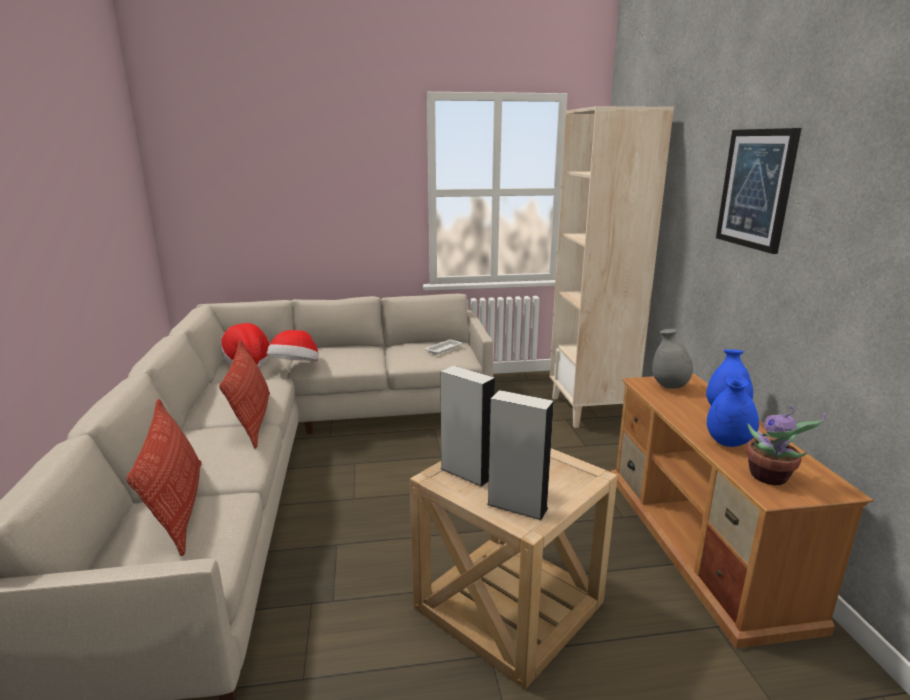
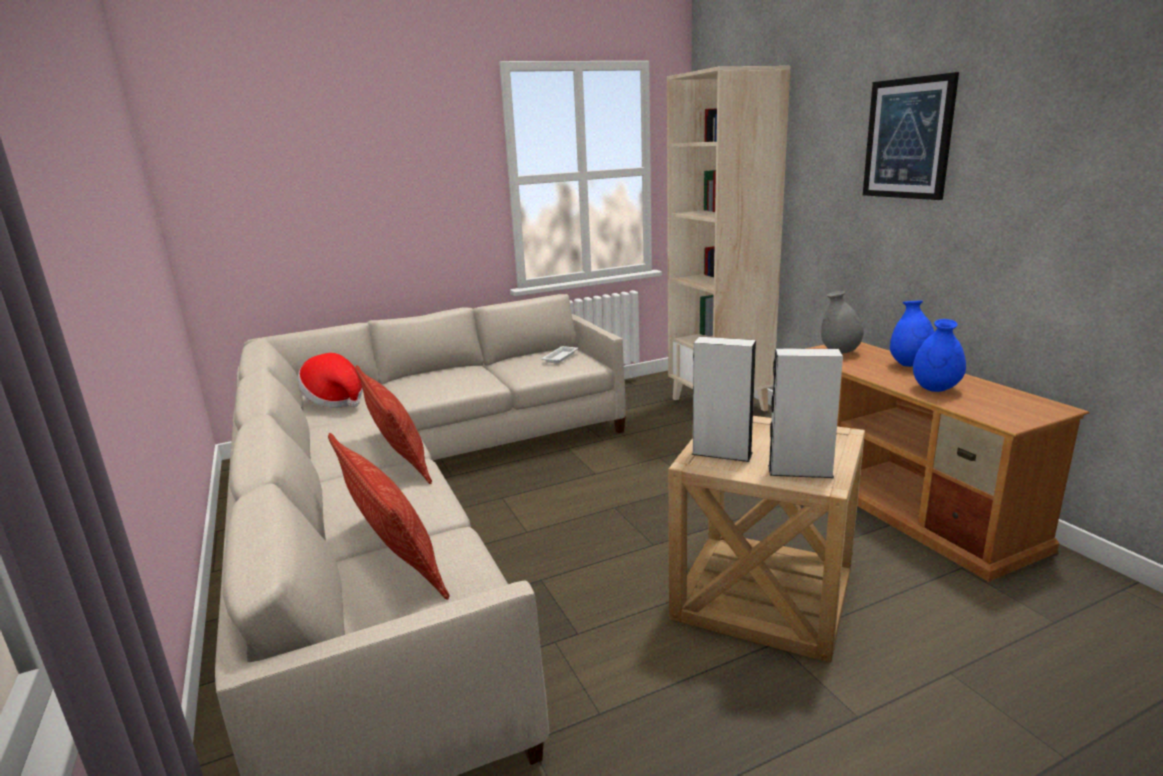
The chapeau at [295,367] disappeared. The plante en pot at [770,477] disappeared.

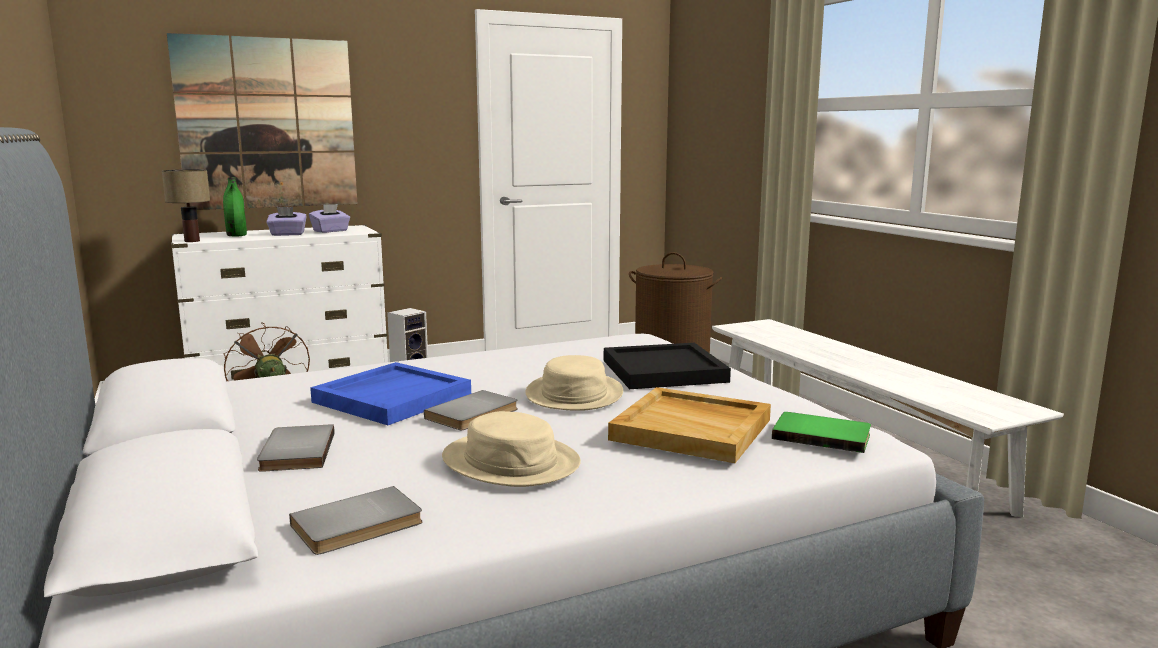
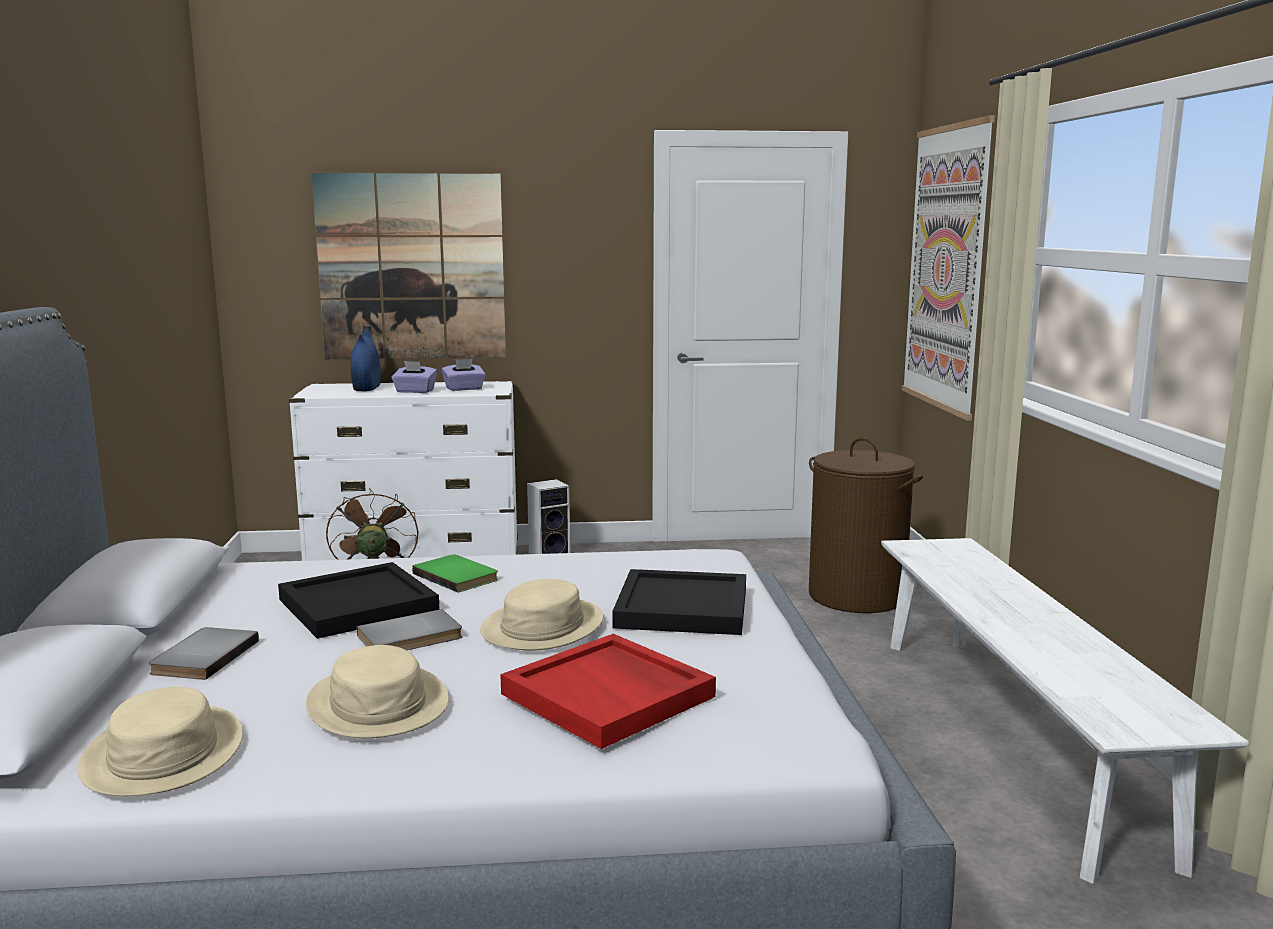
The lampe de table at [193,241] disappeared. The vase [vert] at [236,234] became the vase [bleu] at [367,388]. The livre [gris] at [359,526] was replaced by the chapeau [beige] at [163,753]. The plateau [bleu] at [392,398] became the plateau [noir] at [359,604]. The plateau [beige] at [693,429] became the plateau [rouge] at [610,695]. The livre [vert] moved from [822,435] to [458,576]. The tableau at [945,268] appeared.

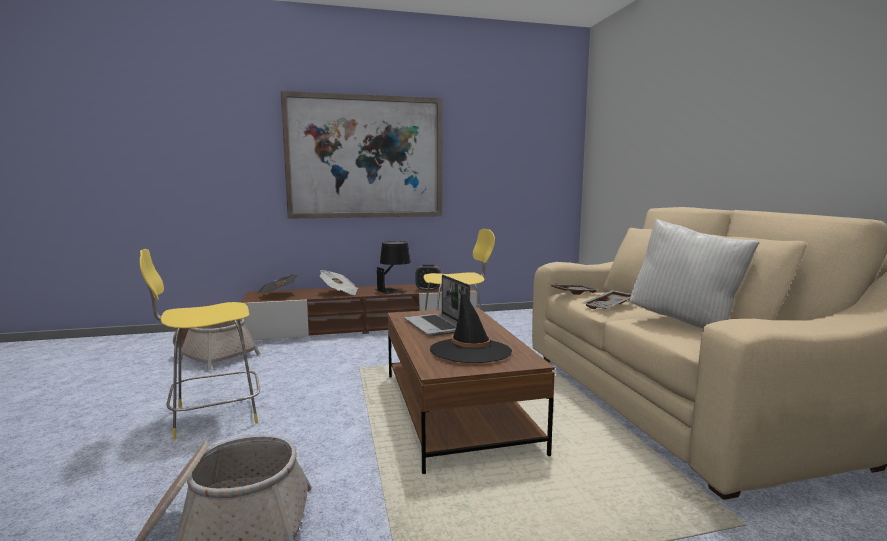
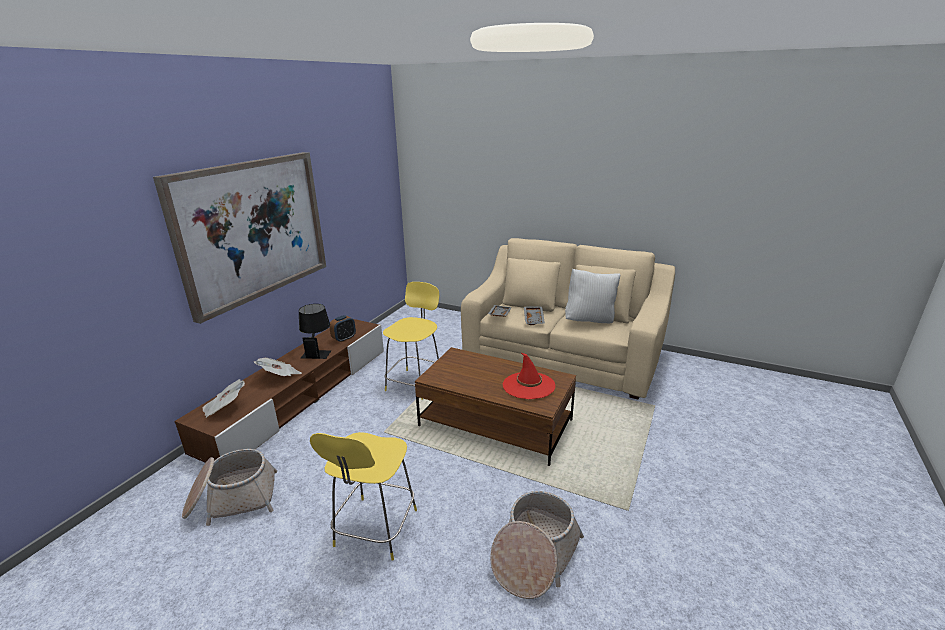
The ordinateur portable at [437,326] disappeared. The chapeau [noir] at [470,351] became the chapeau [rouge] at [528,385].

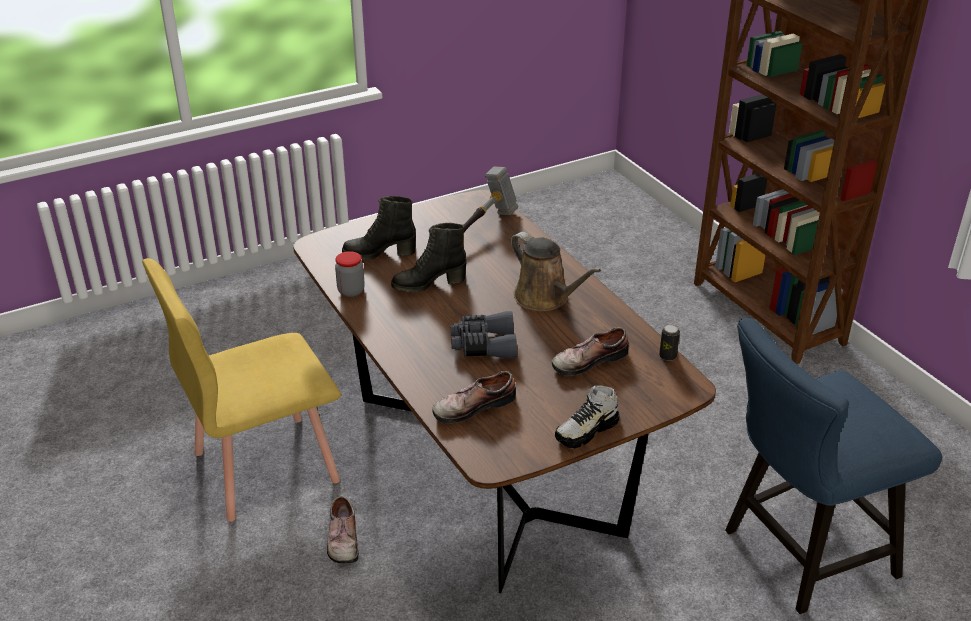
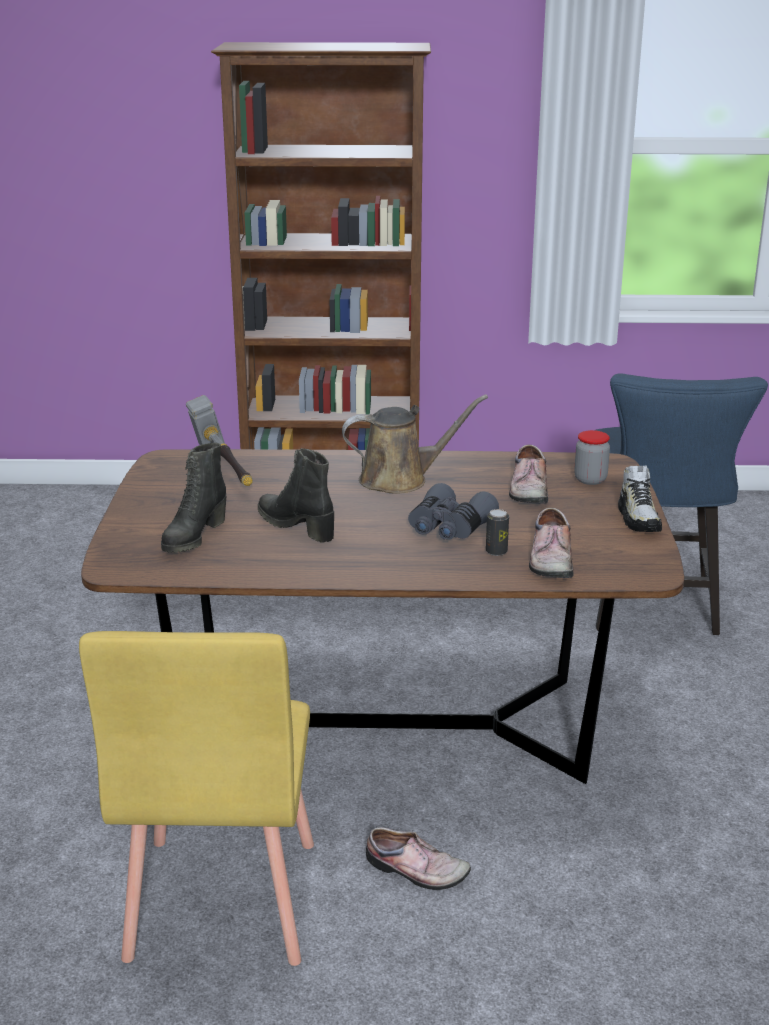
The bocal moved from [351,291] to [590,479]. The botte [noir] at [428,284] turned 120 degrees clockwise. The boîte métallique moved from [667,356] to [496,551].

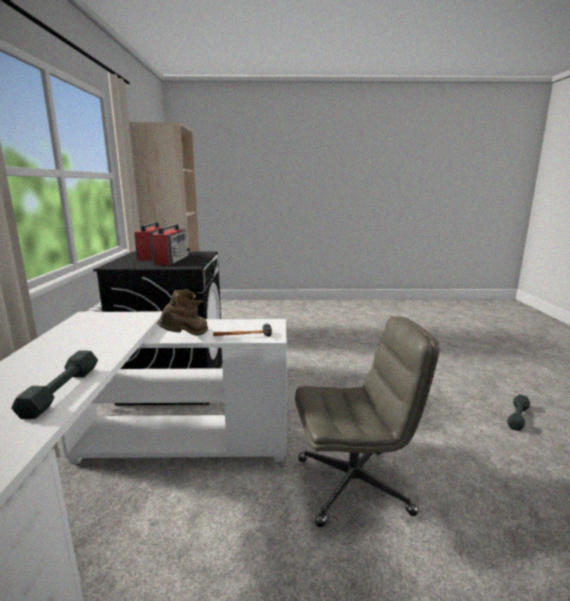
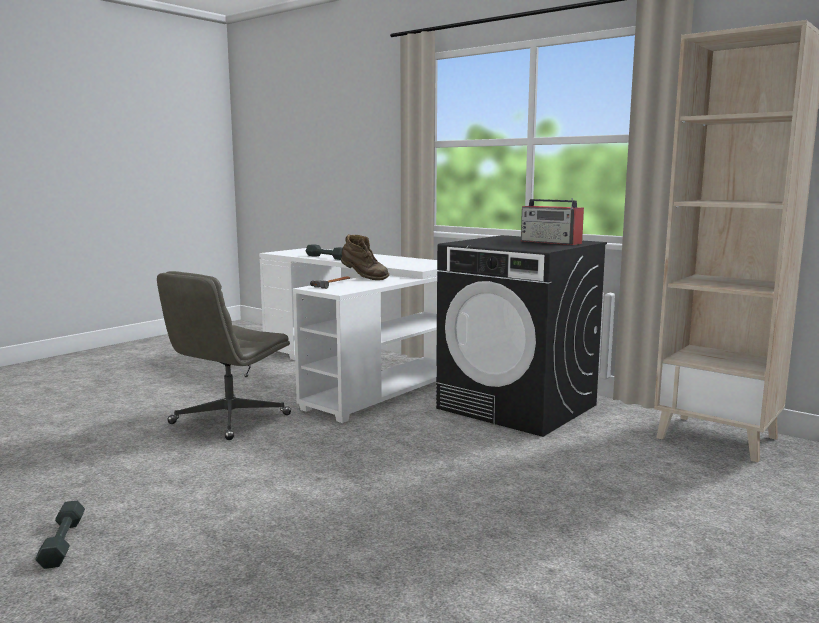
The radio at [172,260] disappeared. The botte [marron] at [186,338] turned 45 degrees counterclockwise.

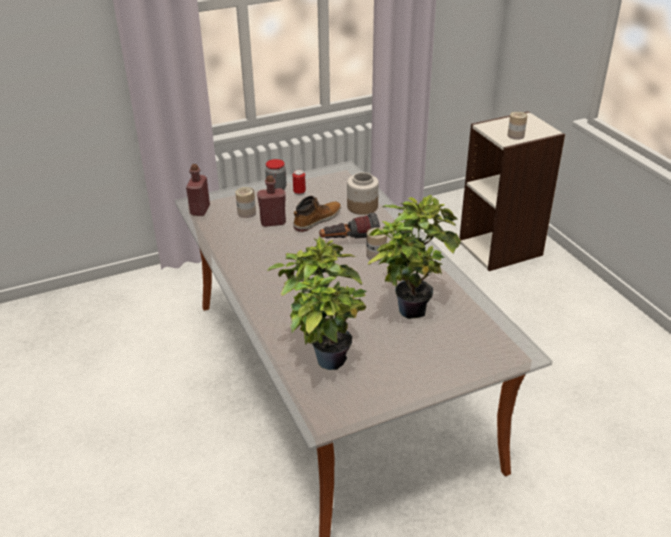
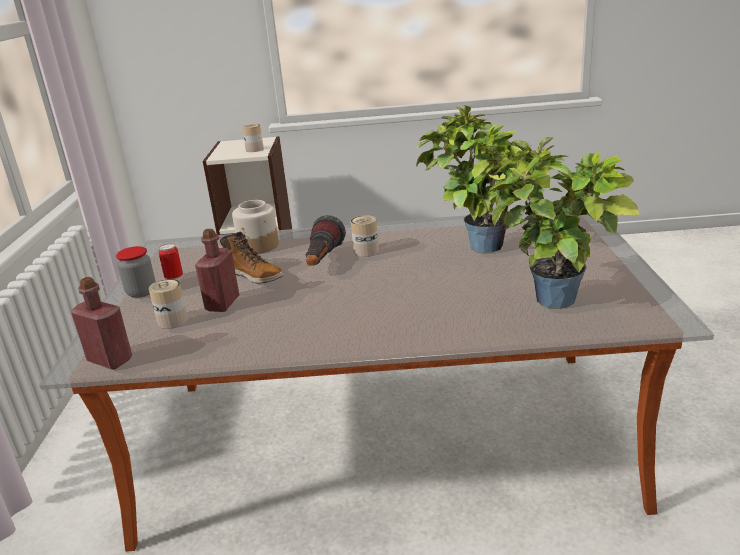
The botte at [317,220] turned 150 degrees clockwise.

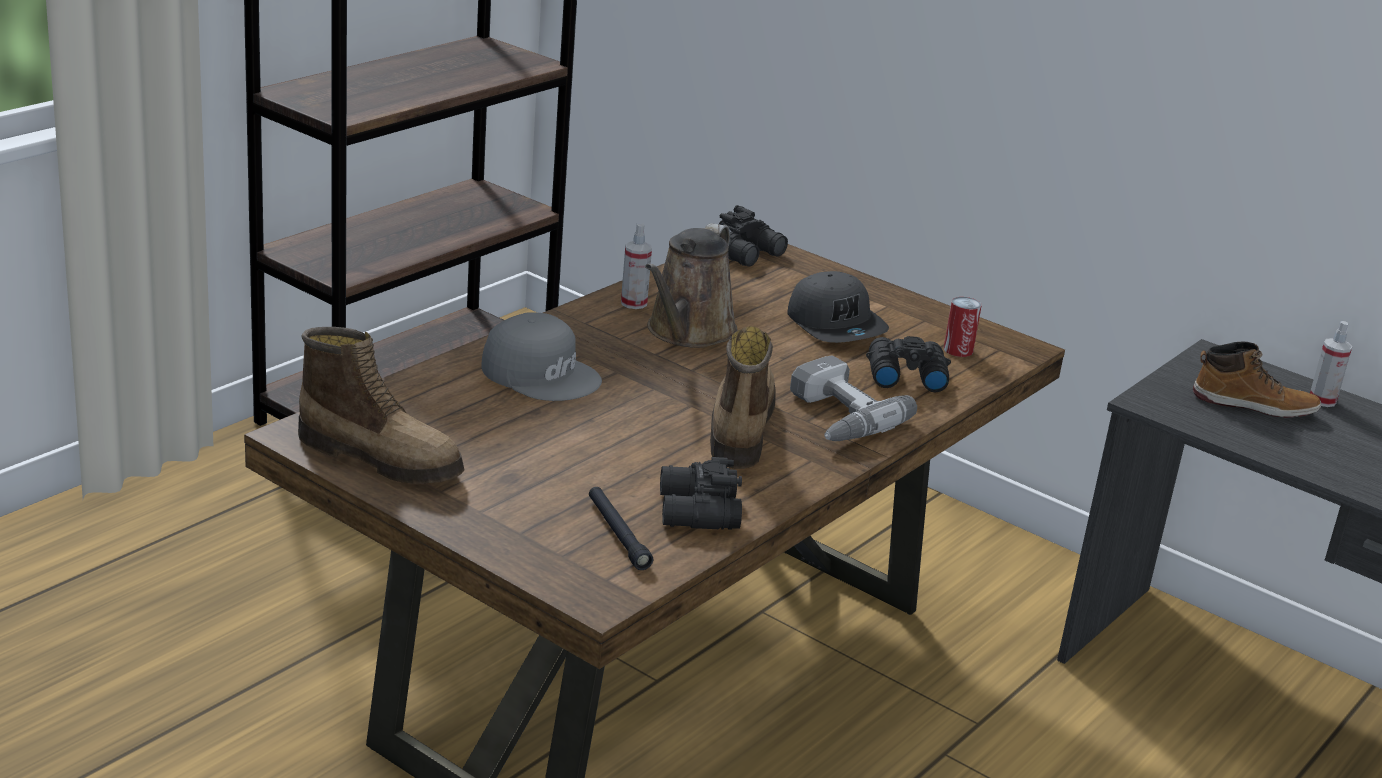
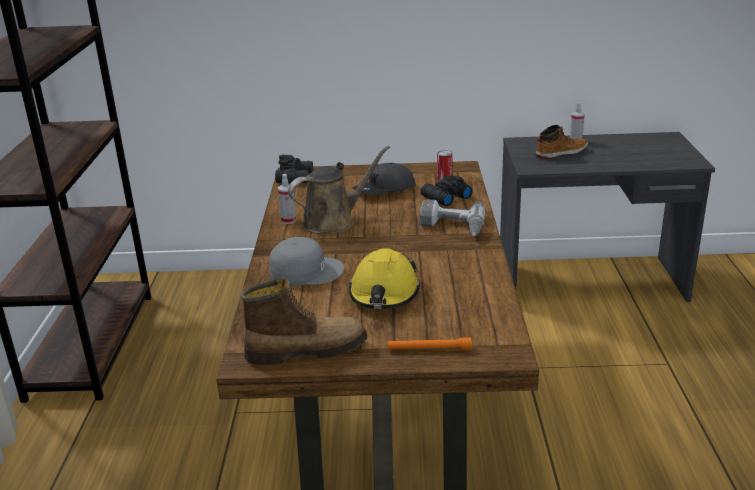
The lampe de poche [noir] at [617,534] disappeared. The arrosoir [marron] at [688,332] turned 105 degrees counterclockwise. The jumelles [noir] at [696,512] disappeared. The botte at [739,428] disappeared. The casquette [gris] at [836,325] turned 120 degrees clockwise. The casque de chantier [jaune] at [384,293] appeared. The lampe de poche [orange] at [429,349] appeared.

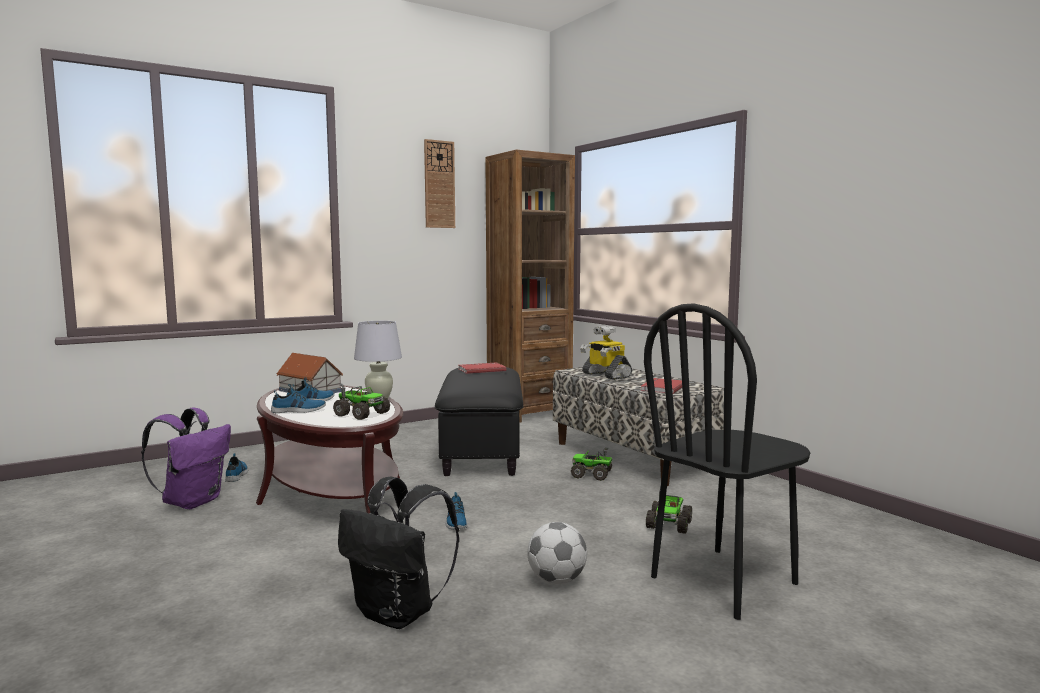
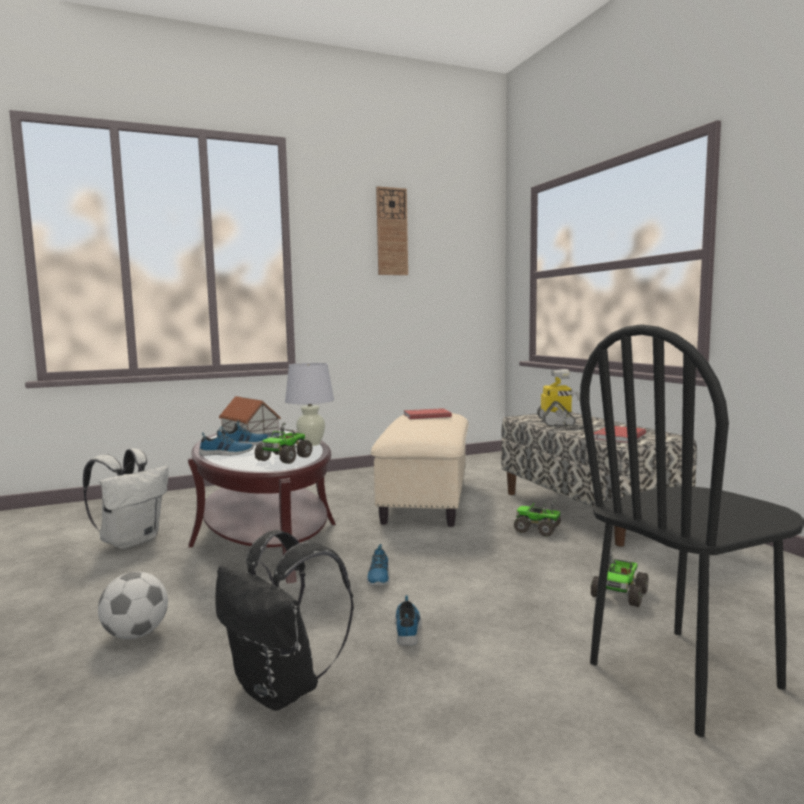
The sac à dos [violet] at [192,502] became the sac à dos [blanc] at [131,541]. The chaussure moved from [237,474] to [408,627]. The camion jouet at [361,414] turned 75 degrees clockwise. The pouf [noir] at [483,452] became the pouf [beige] at [427,500]. The bibliothèque [marron] at [529,412] disappeared. The ballon de foot moved from [557,580] to [136,634]. The robot jouet at [605,375] turned 150 degrees counterclockwise.

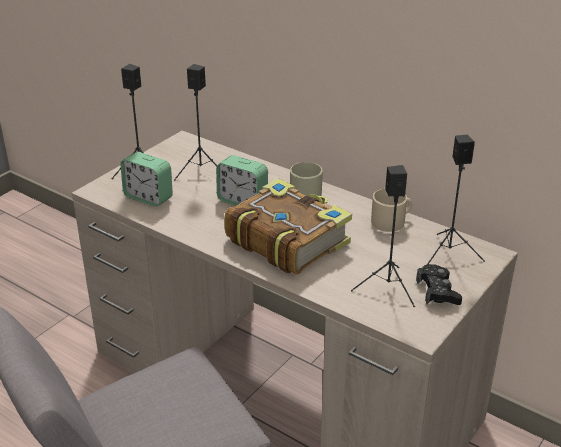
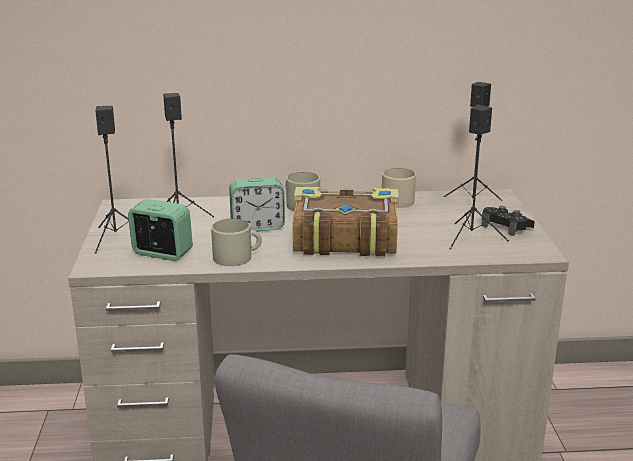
The réveil at [148,197] turned 150 degrees counterclockwise. The mug [beige] at [237,257] appeared.

